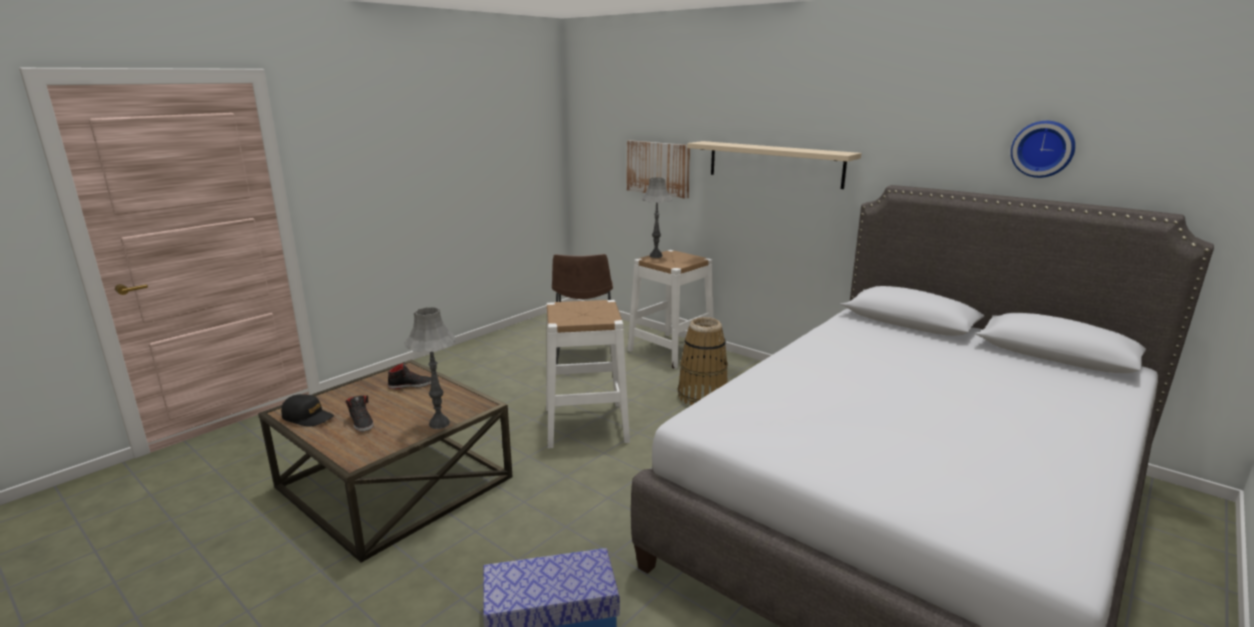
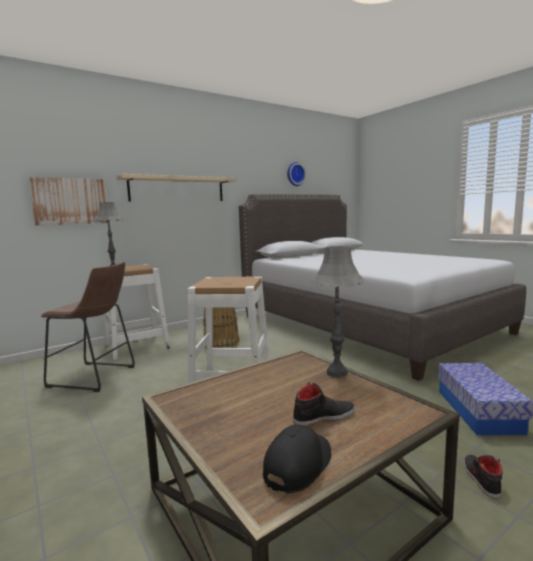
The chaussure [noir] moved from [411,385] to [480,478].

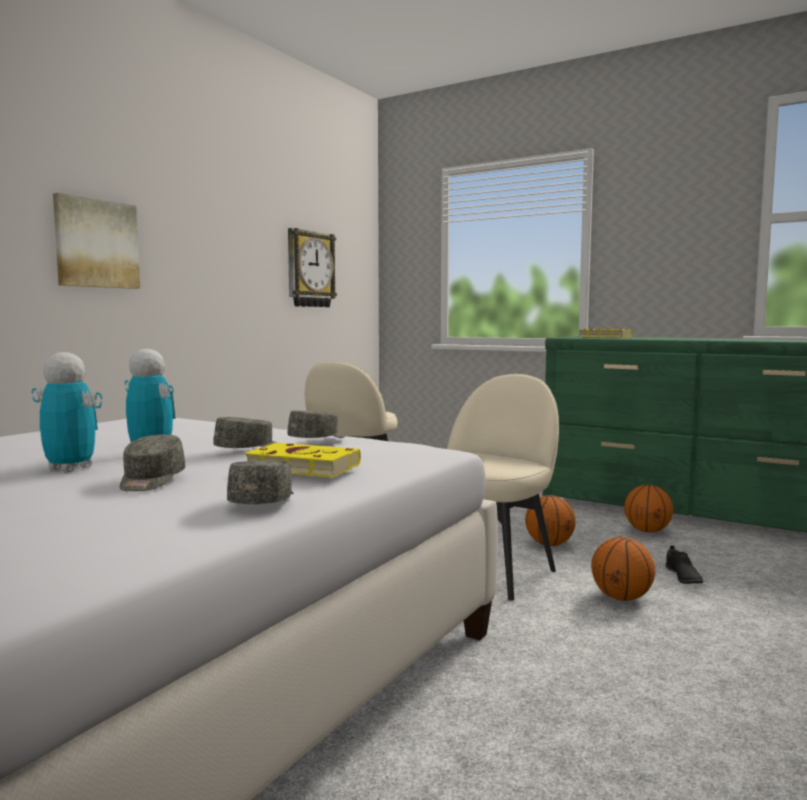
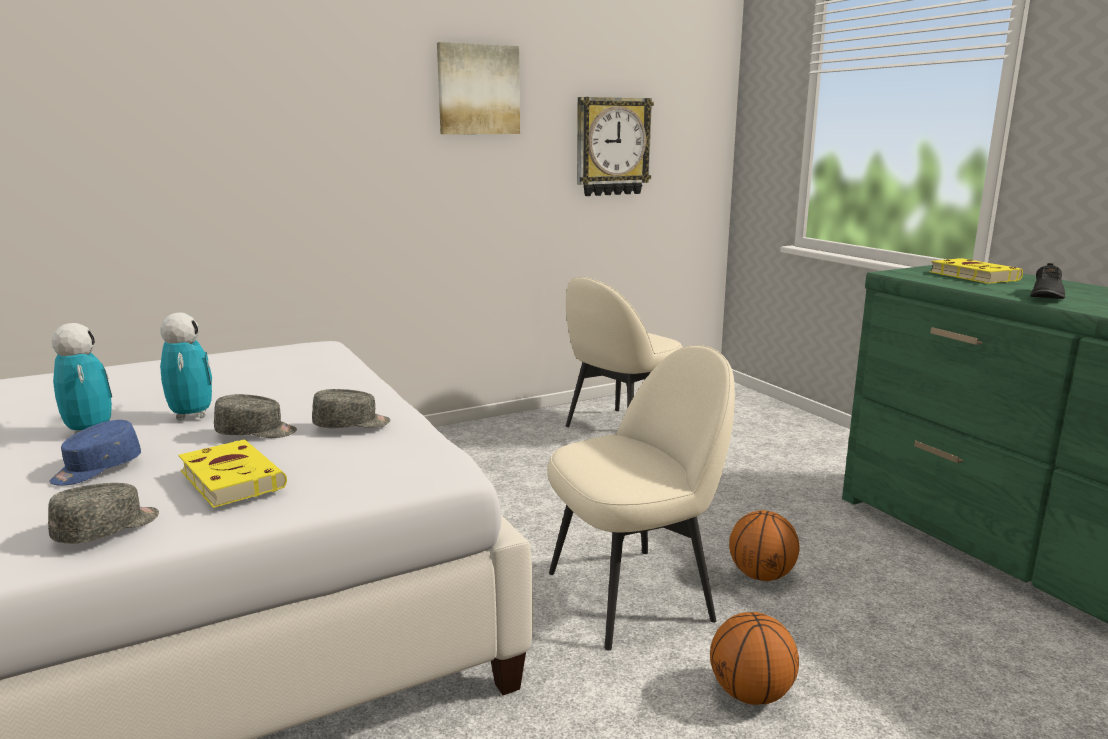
The tableau moved from [96,244] to [478,90]. The casquette [gris] at [151,481] became the casquette [bleu] at [96,469]. The ballon de basket at [647,531] disappeared. The chaussure [noir] moved from [682,577] to [1045,296].

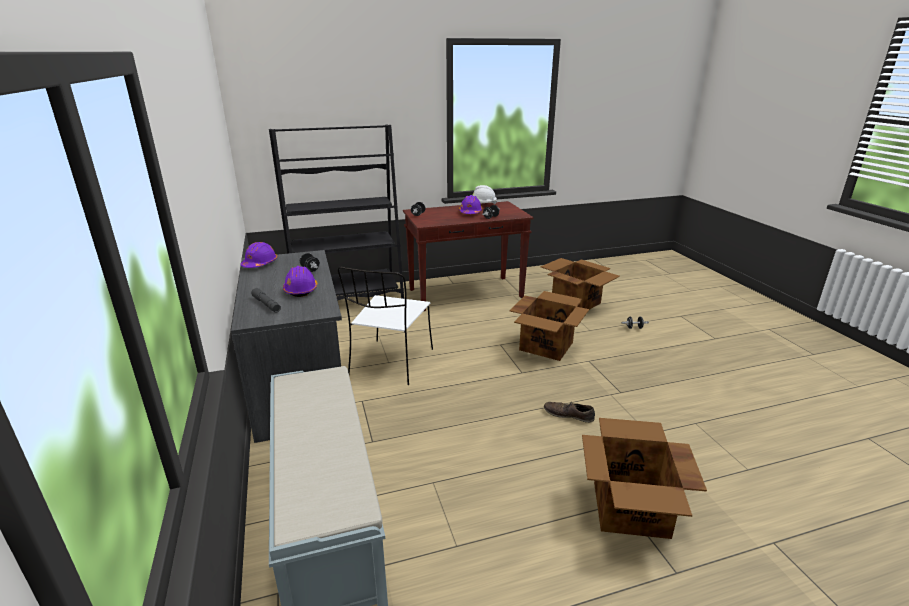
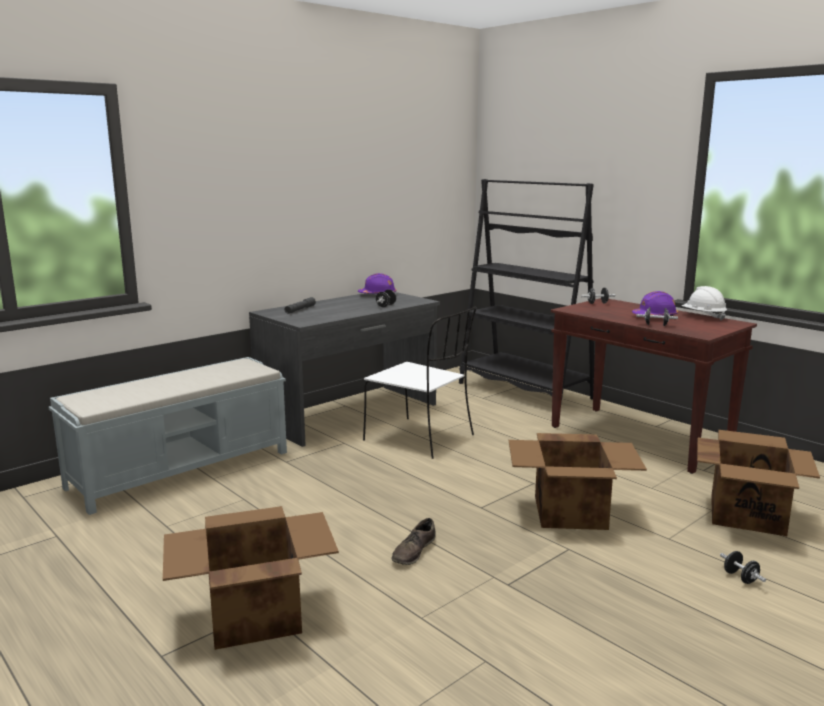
The casque de chantier [violet] at [301,290] disappeared. The chaise [blanc] at [391,363] turned 135 degrees counterclockwise. The chaussure [marron] at [568,415] turned 150 degrees counterclockwise.

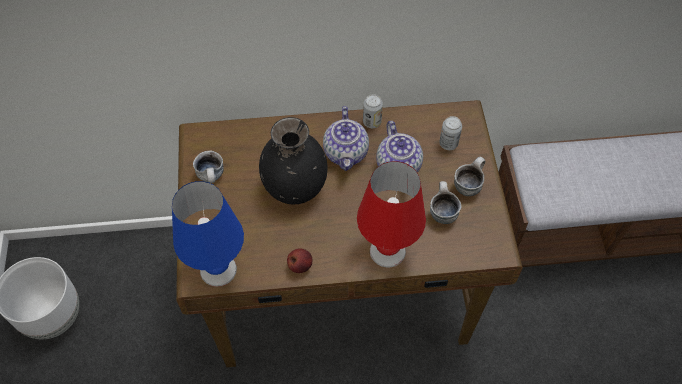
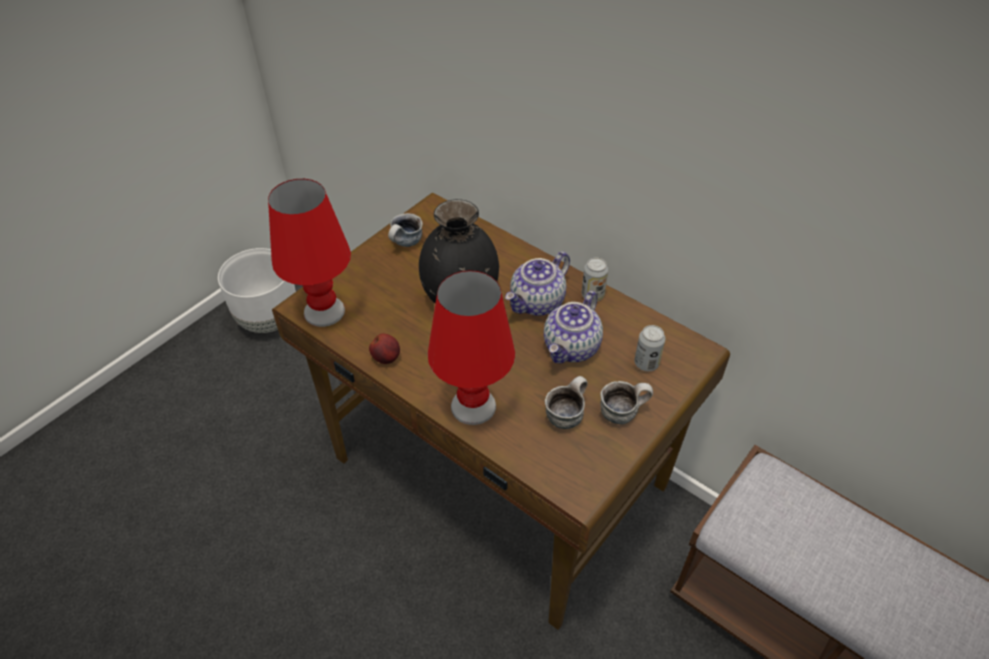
The lampe de table [bleu] at [218,269] became the lampe de table [rouge] at [324,311].

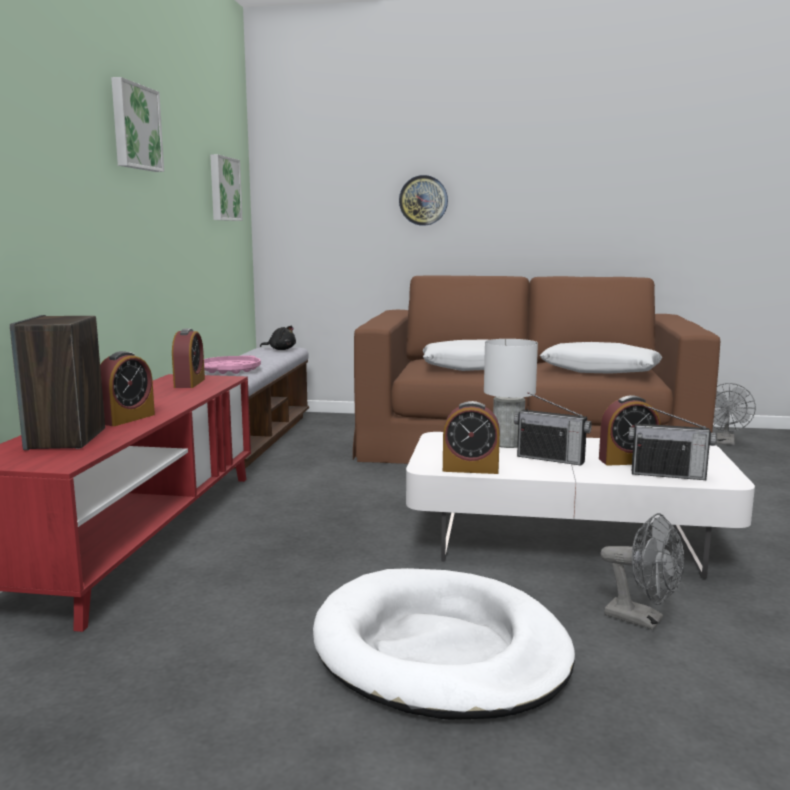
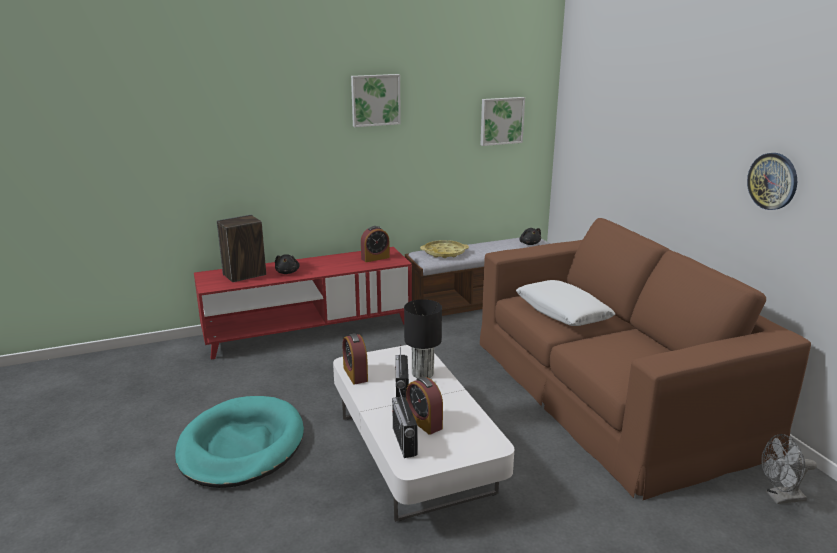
The réveil at [126,419] was replaced by the peluche [noir] at [287,272]. The plateau [rose] at [230,370] became the plateau [jaune] at [444,253]. The panier pour chien [blanc] at [440,651] became the panier pour chien [turquoise] at [241,446]. The horloge murale moved from [423,200] to [773,181]. The lampe de table [blanc] at [507,444] became the lampe de table [noir] at [422,373]. The coussin [blanc] at [600,370] disappeared. The ventilateur [gris] at [642,619] disappeared.

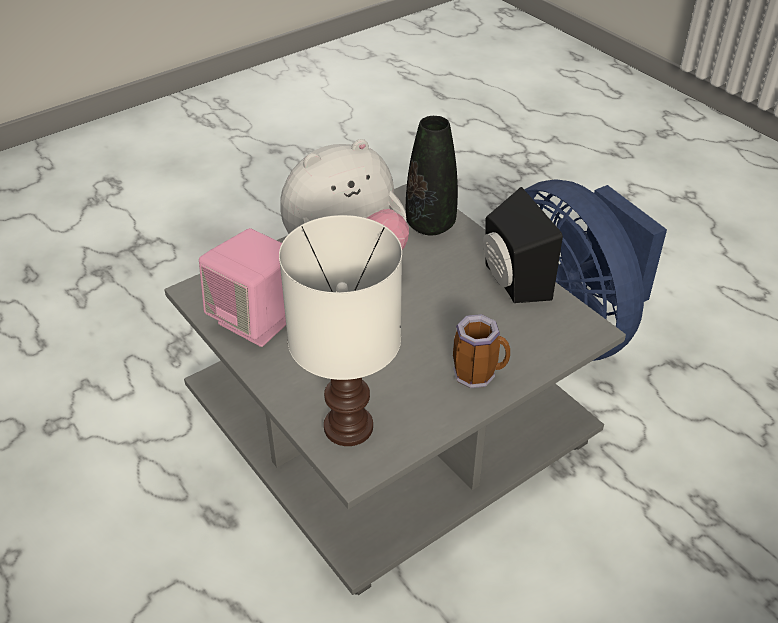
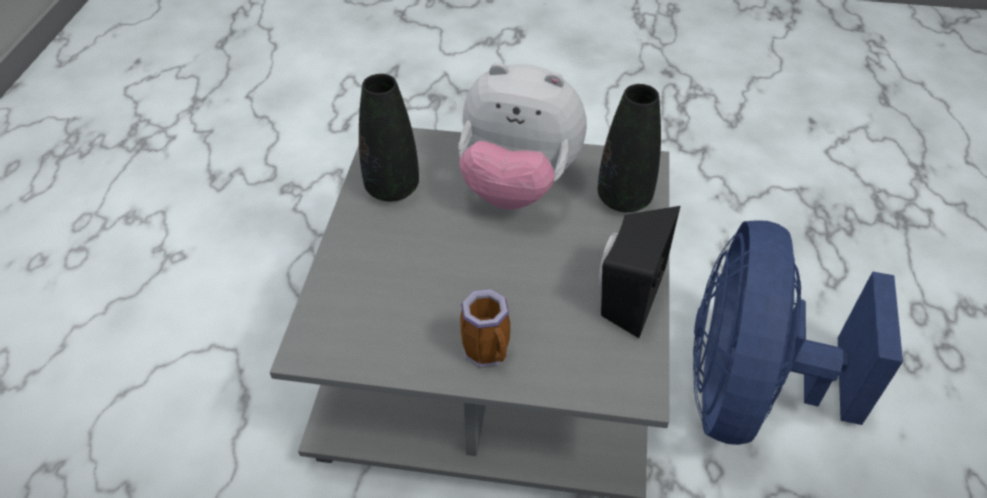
The enceinte [rose] at [257,320] was replaced by the vase [noir] at [392,188]. The lampe de table [blanc] at [349,428] disappeared.

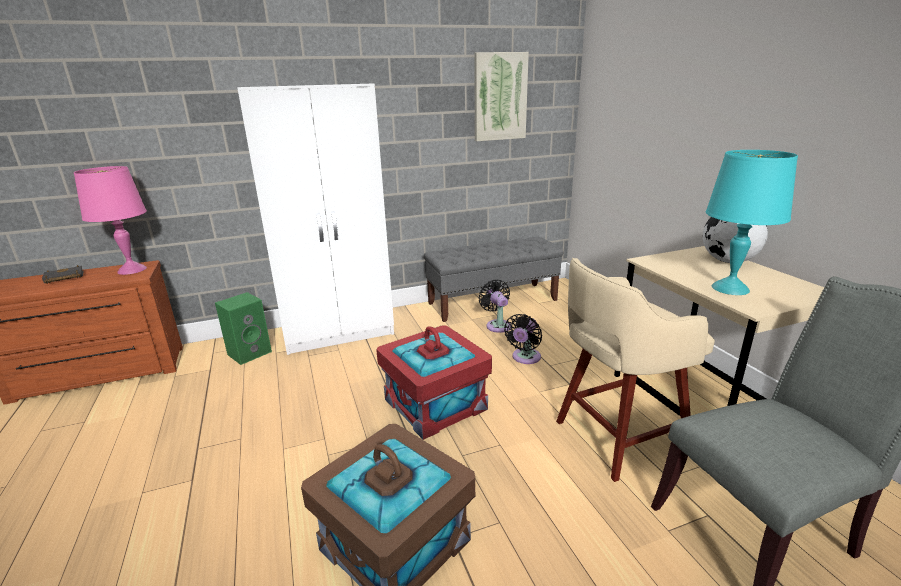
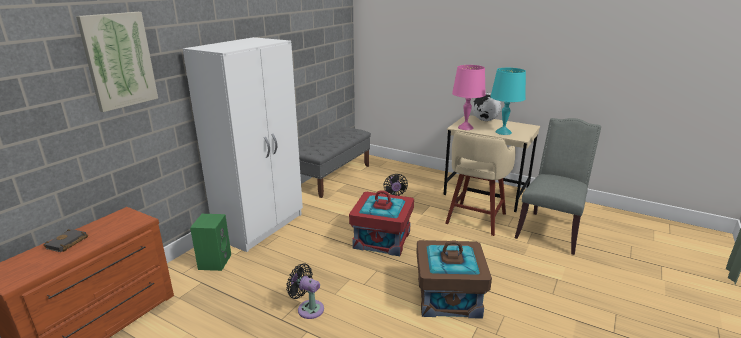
The lampe de table [rose] moved from [132,269] to [465,127]. The tableau moved from [500,97] to [119,60]. The ventilateur [noir] moved from [497,325] to [308,308].

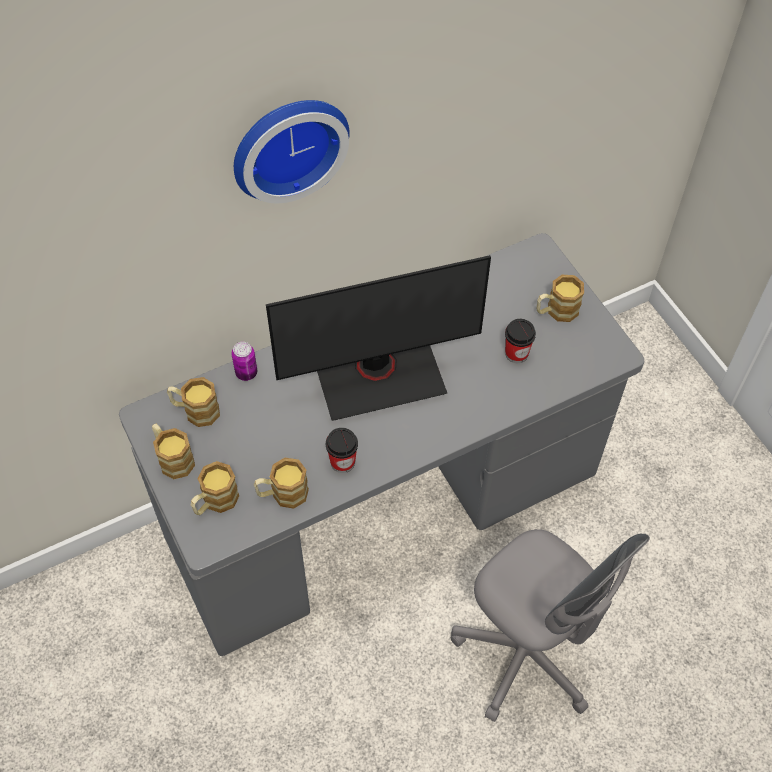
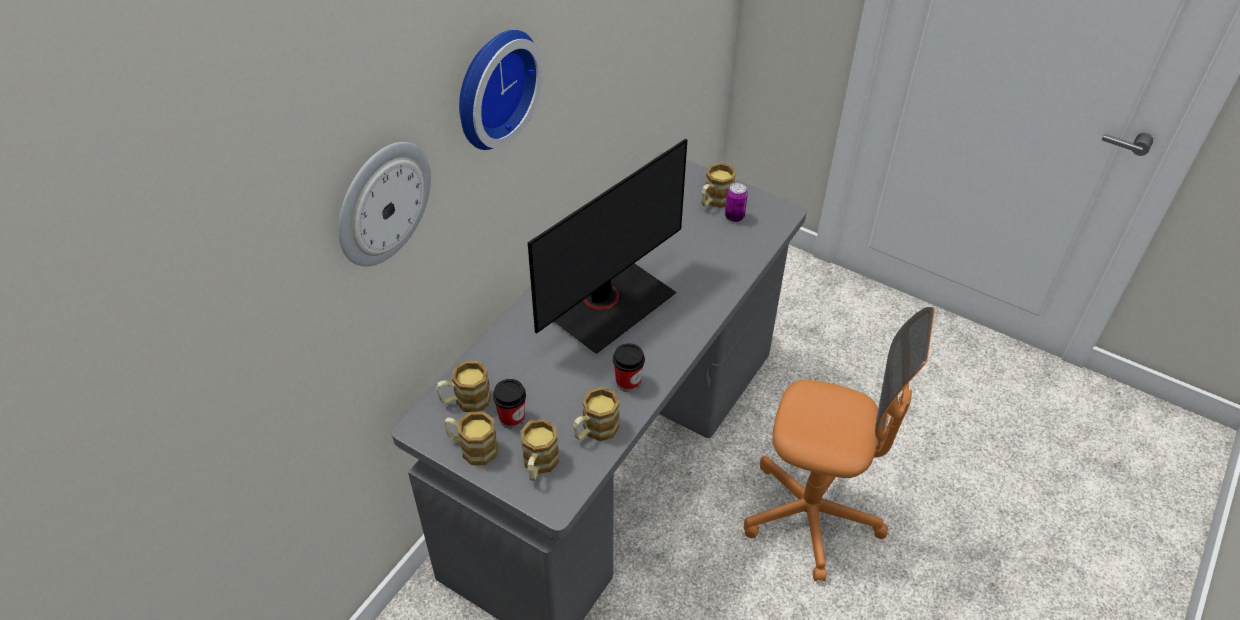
The boîte métallique moved from [246,373] to [734,217]. The chaise de bureau [gris] at [526,655] became the chaise de bureau [orange] at [811,516]. The tasse moved from [516,353] to [512,418]. The horloge murale at [382,203] appeared.

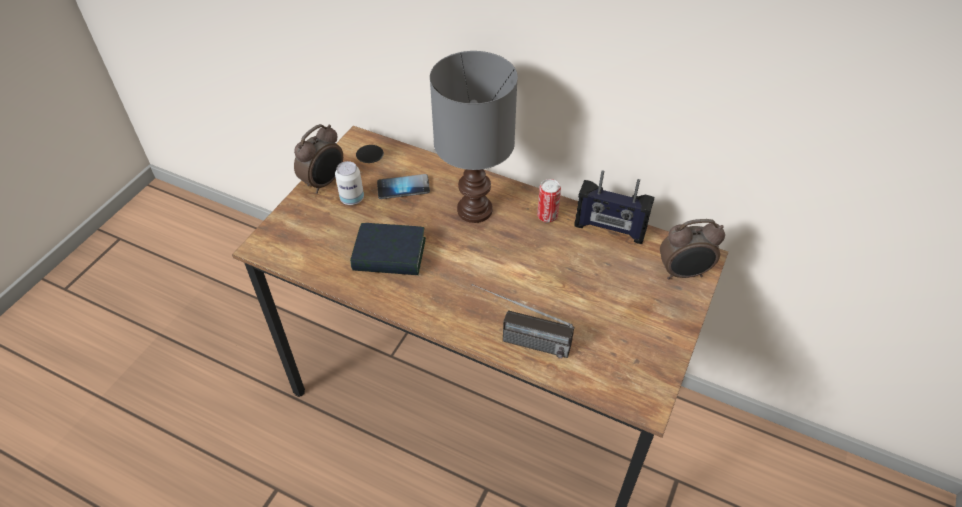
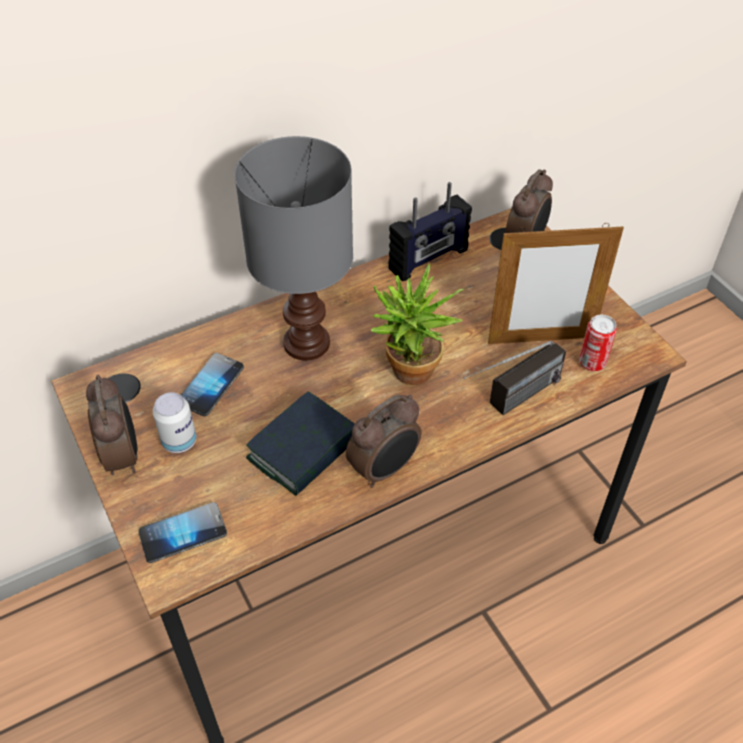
The boîte métallique moved from [547,216] to [592,362]. The téléphone at [183,533] appeared. The réveil at [385,469] appeared. The plante en pot at [409,376] appeared. The cadre photo at [541,340] appeared.

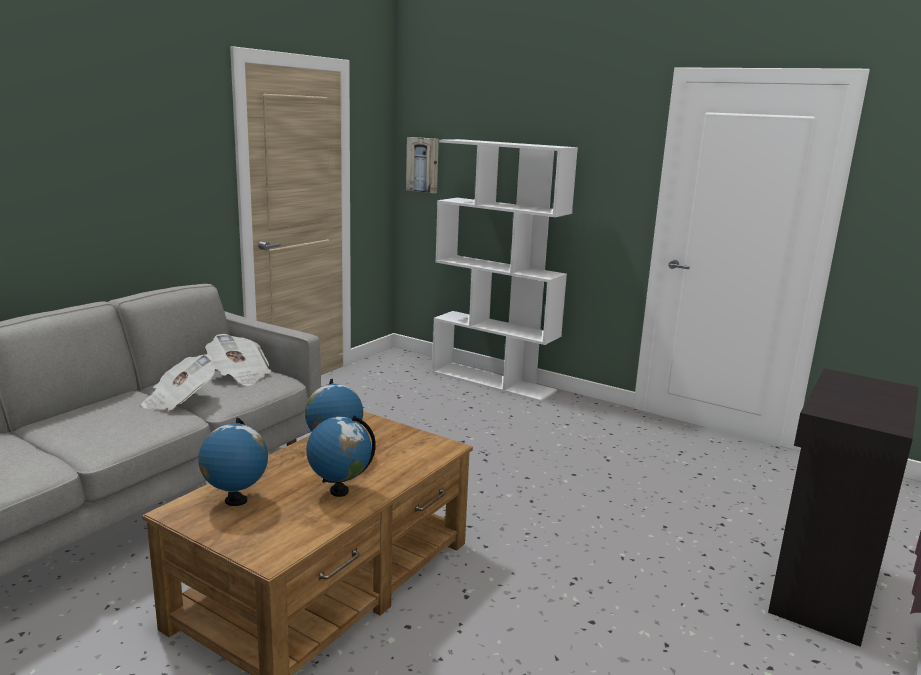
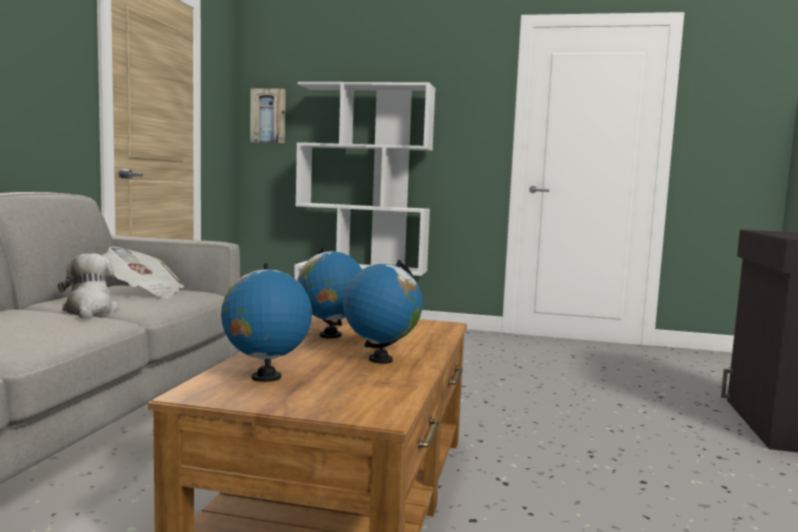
The journal at [179,400] was replaced by the peluche at [89,311].

